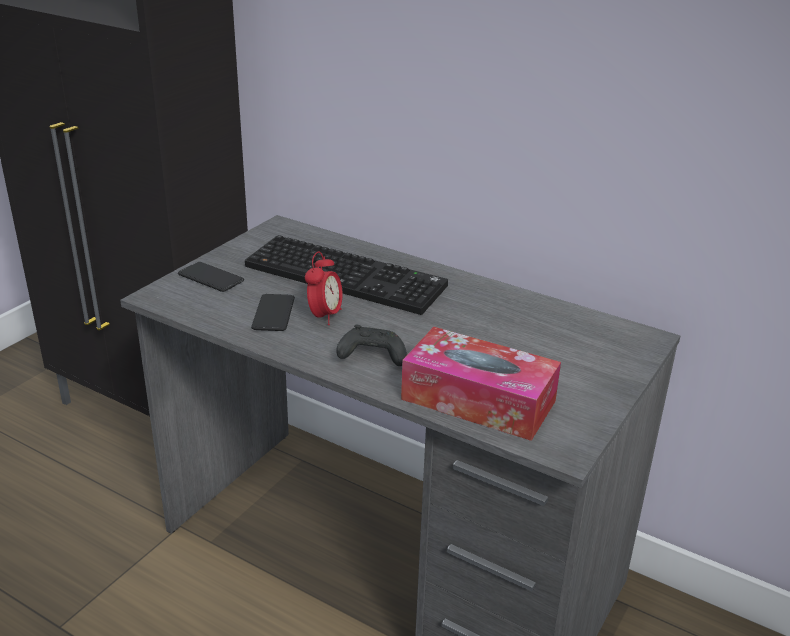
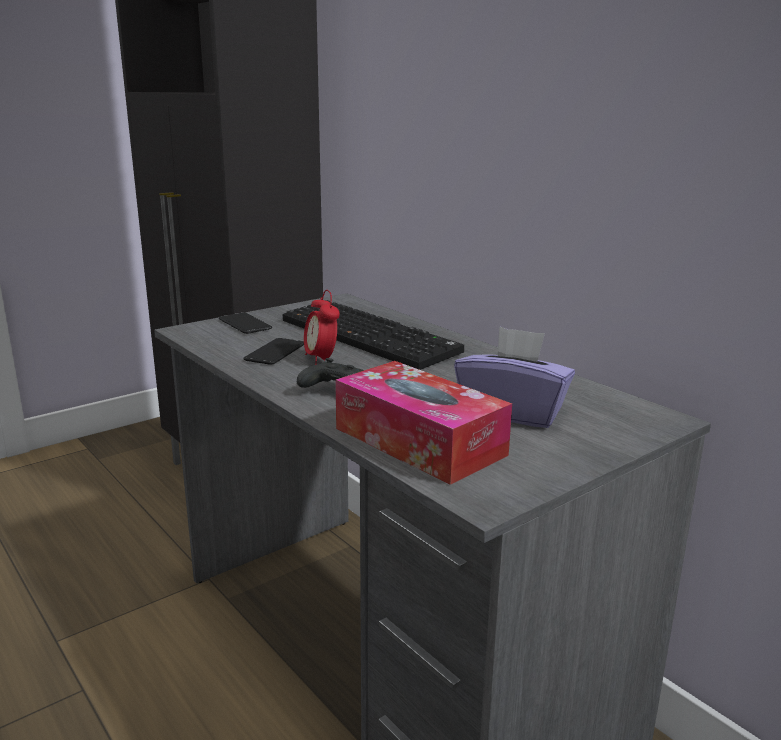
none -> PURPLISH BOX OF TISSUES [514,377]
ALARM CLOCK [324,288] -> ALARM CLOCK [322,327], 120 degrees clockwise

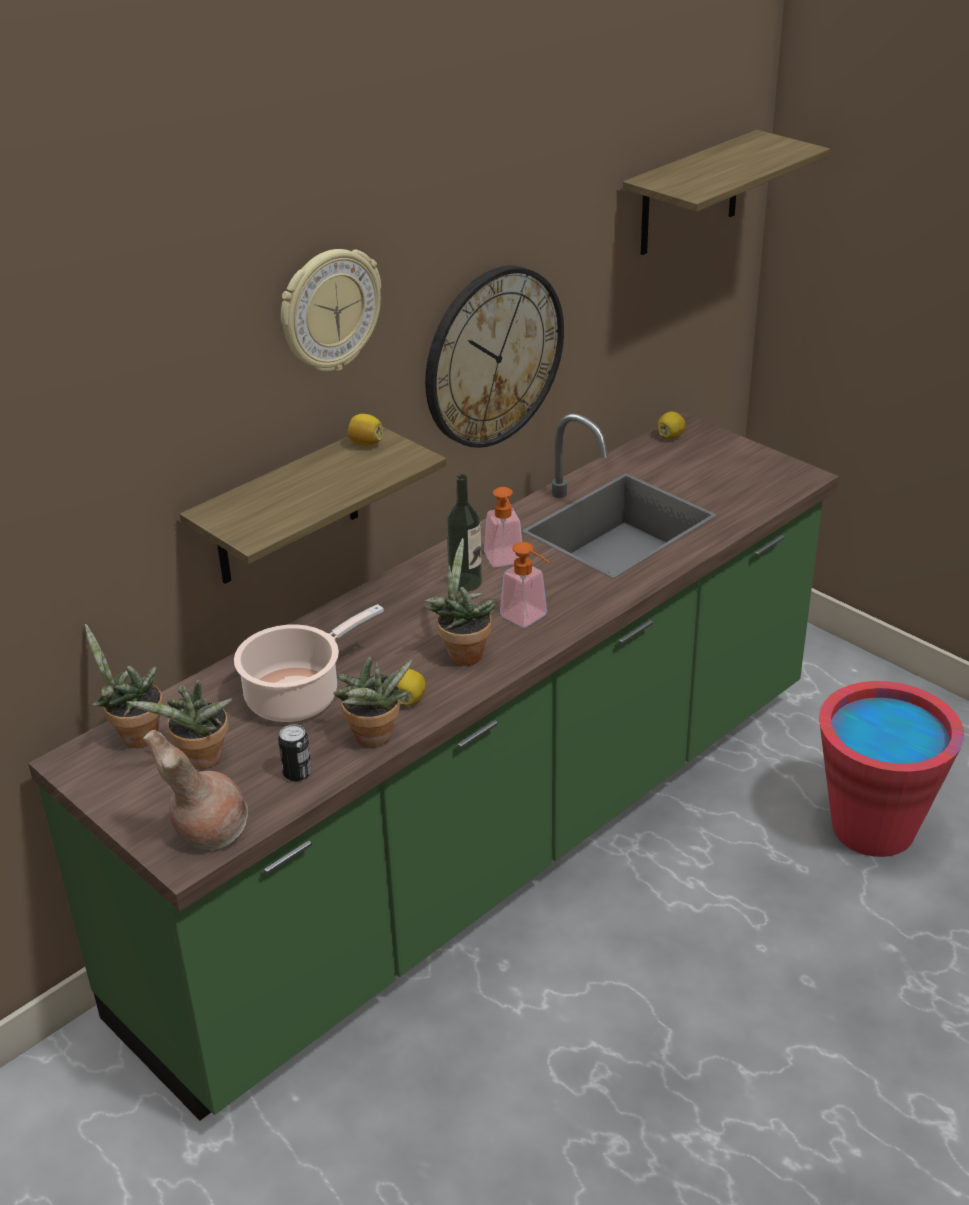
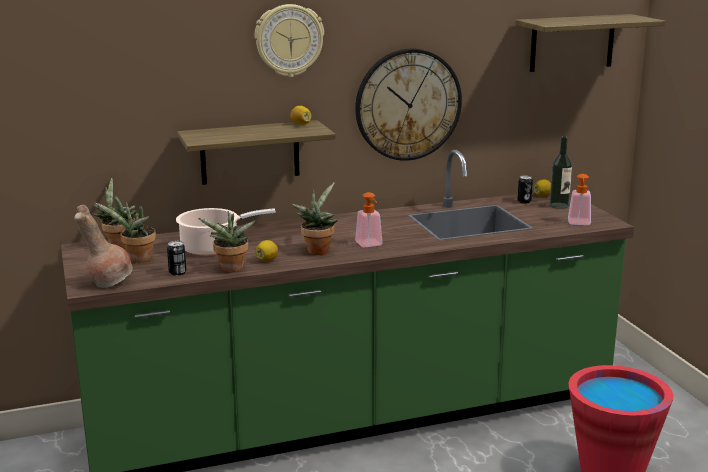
none -> METAL CAN [525,189]
DRINK BOTTLE [464,533] -> DRINK BOTTLE [560,172], shifted
SOAP BOTTLE [503,527] -> SOAP BOTTLE [579,199], shifted

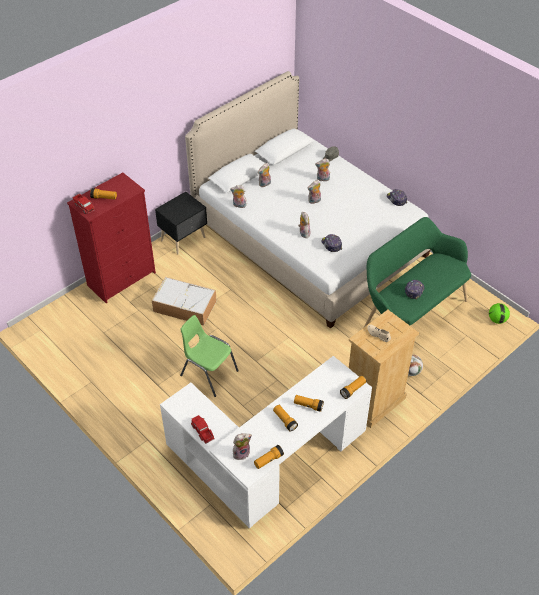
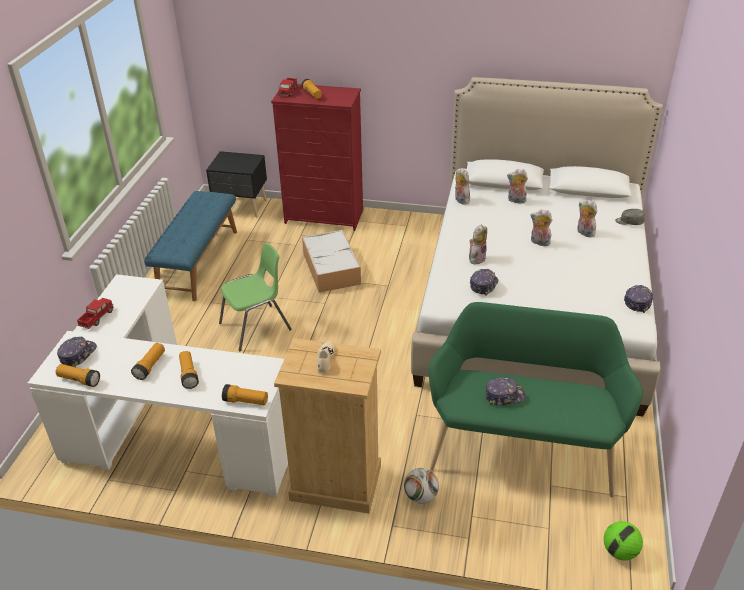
none -> BLUISH BENCH [190,246]
BLACK BEDSIDE TABLE [181,222] -> BLACK BEDSIDE TABLE [236,184], shifted
SOFT TOY [242,446] -> CAP [77,351]
GREEN-COLOURED UPRIGHT CHAIR [209,356] -> GREEN-COLOURED UPRIGHT CHAIR [255,296], 60 degrees clockwise

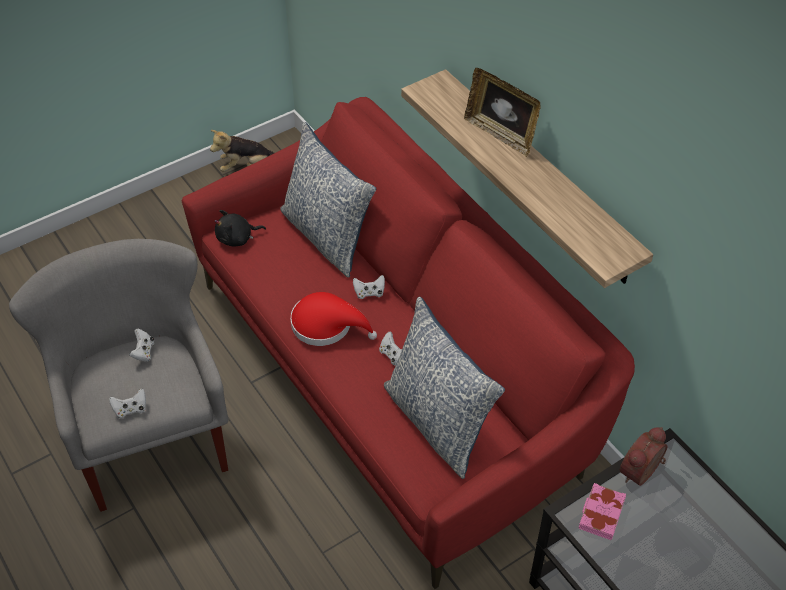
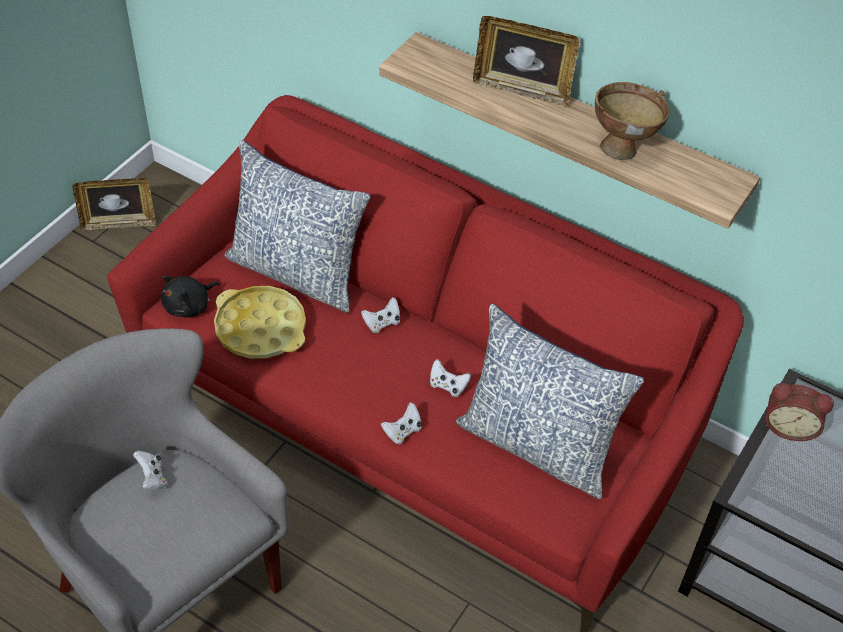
RED WEARABLE HAT [333,319] -> none
PINKISH BOOK [602,511] -> none
none -> YELLOWISH SERVING TRAY [260,322]
none -> BROWN-COLOURED DEEP DISH [632,121]
WHITE-COLOURED GAMEPAD [127,403] -> WHITE-COLOURED GAMEPAD [401,423], shifted
SOFT TOY [242,151] -> PICTURE FRAME [114,204]
ALARM CLOCK [644,456] -> ALARM CLOCK [800,412], 90 degrees counterclockwise

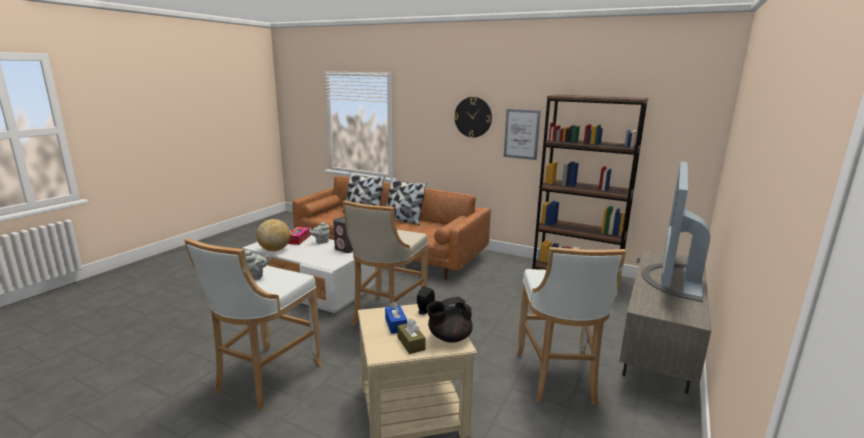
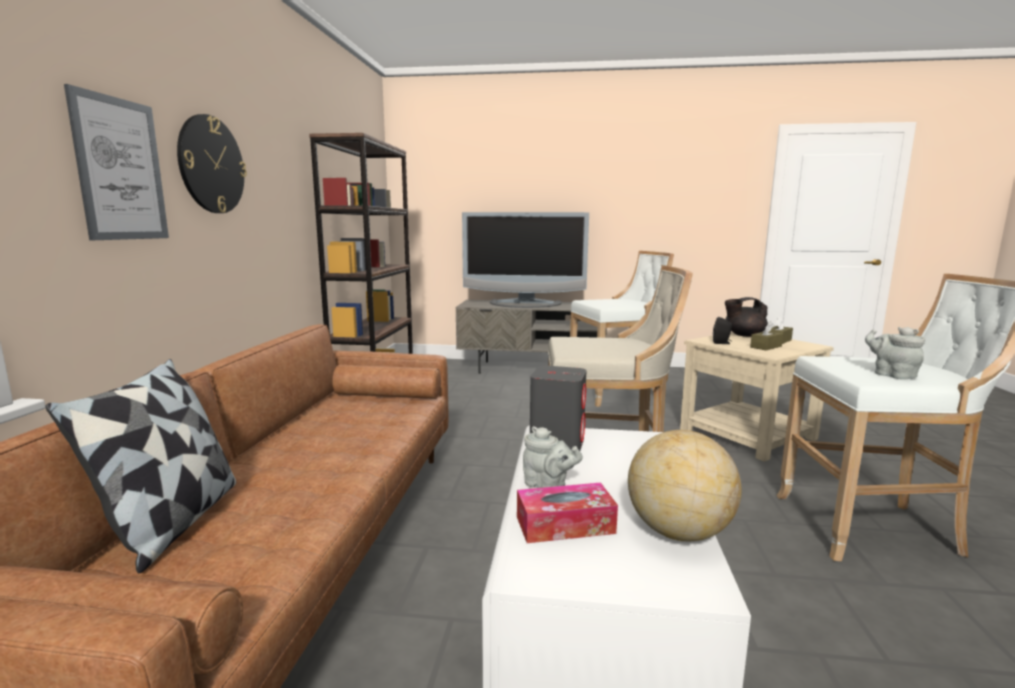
THROW PILLOW [406,201] -> none
WALL ART [522,134] -> WALL ART [116,162], shifted
BLUISH BOX OF TISSUES [396,318] -> BROWN-COLOURED BOX OF TISSUES [766,335]
BLACK TEAPOT [449,319] -> BLACK TEAPOT [746,317], 135 degrees clockwise

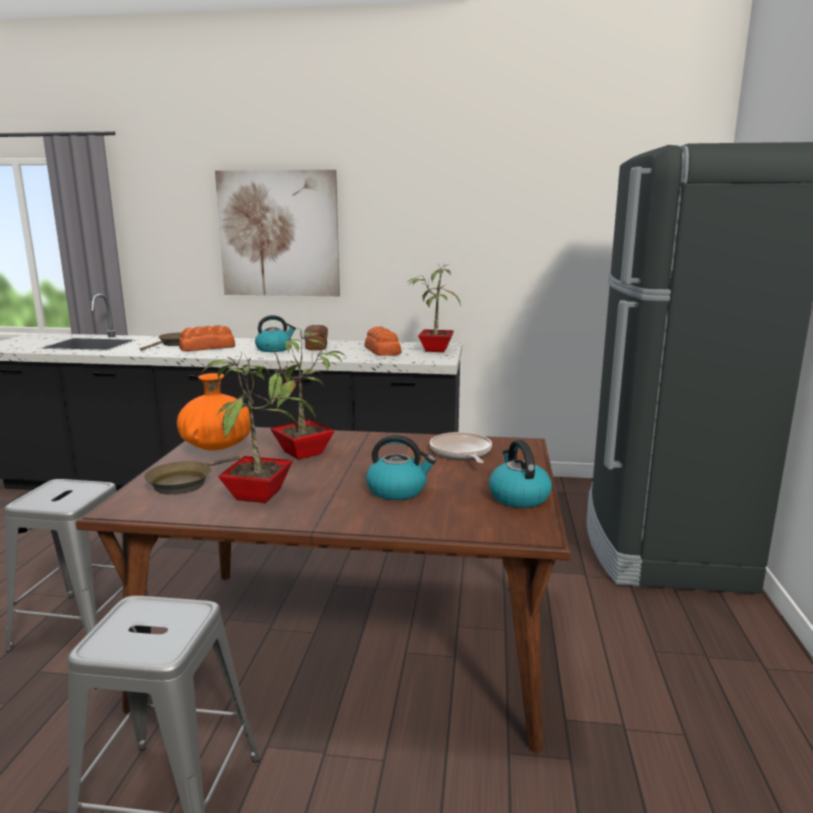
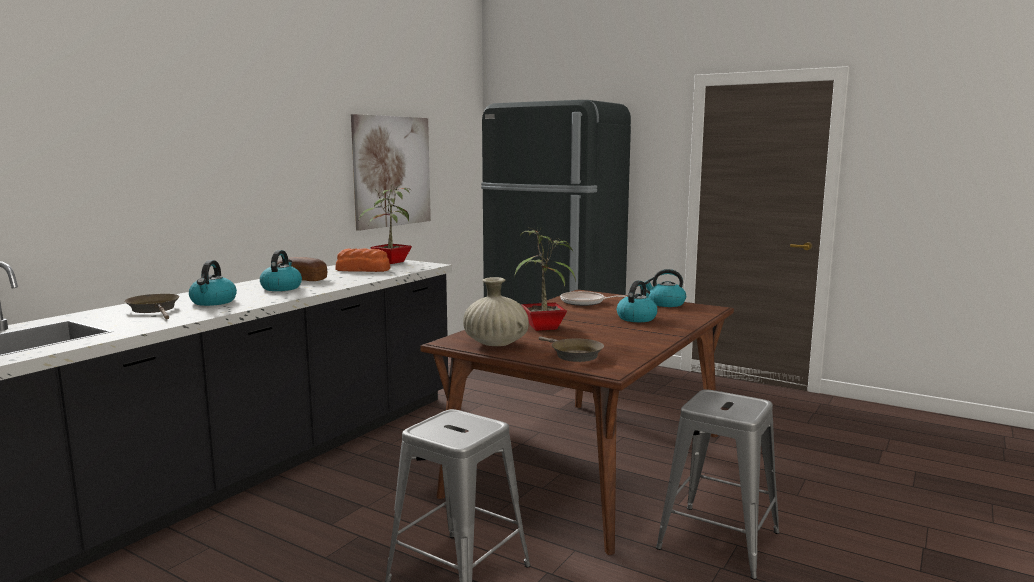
POTTED PLANT [259,428] -> none
WALL ART [277,233] -> WALL ART [391,172], shifted
BAKED BREAD [207,338] -> KETTLE [213,283]
ORANGE-COLOURED VASE [214,412] -> SAND-COLOURED VASE [496,311]

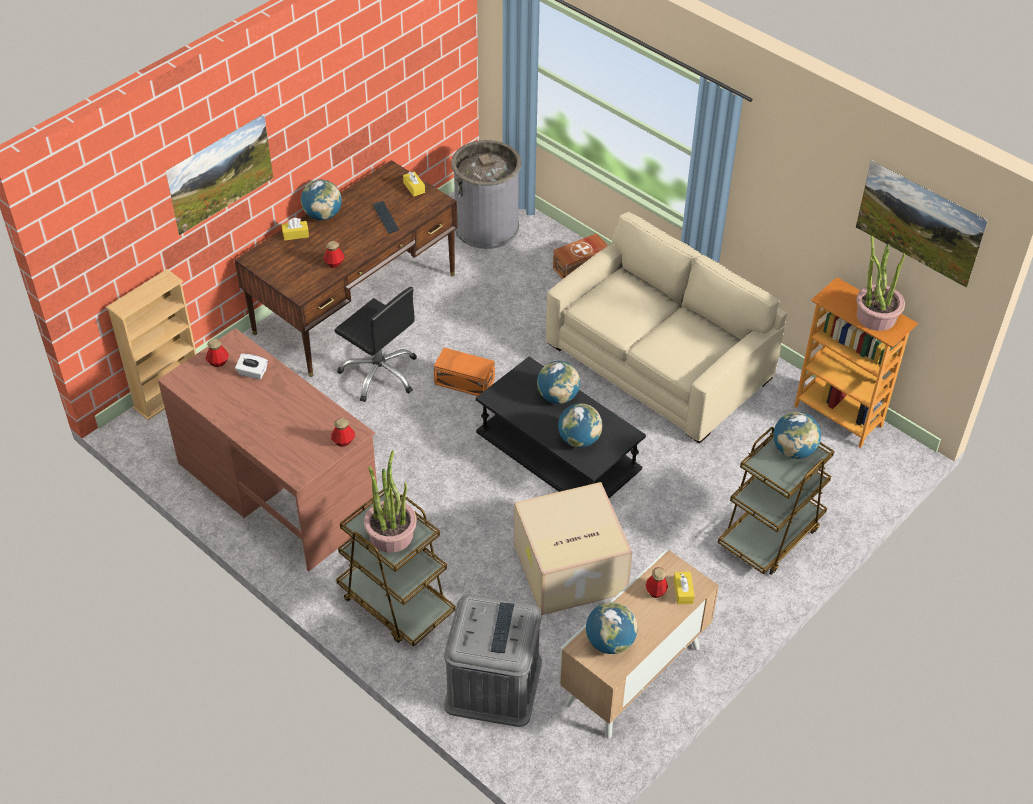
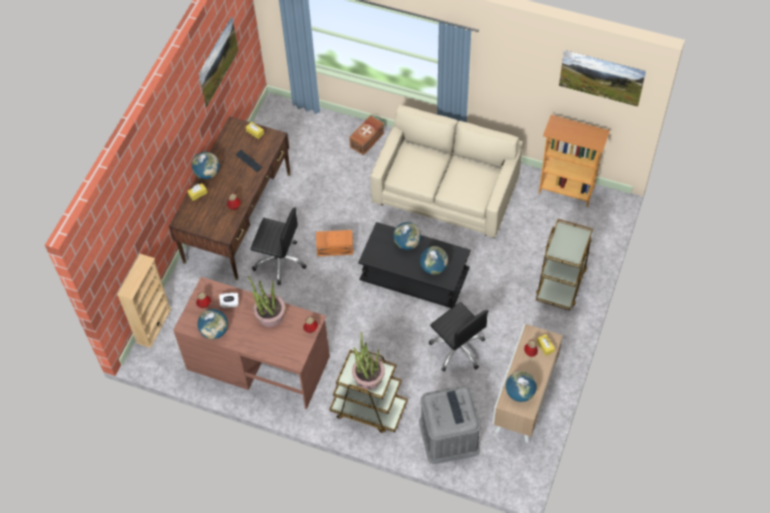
GRAY TRASH CAN [486,194] -> none
WALL ART [219,174] -> WALL ART [218,62], shifted
DESK GLOBE [797,435] -> DESK GLOBE [213,324], shifted
POTTED PLANT [880,283] -> POTTED PLANT [266,301], shifted
PACKING BOX [573,548] -> BLACK DESK CHAIR [458,337]

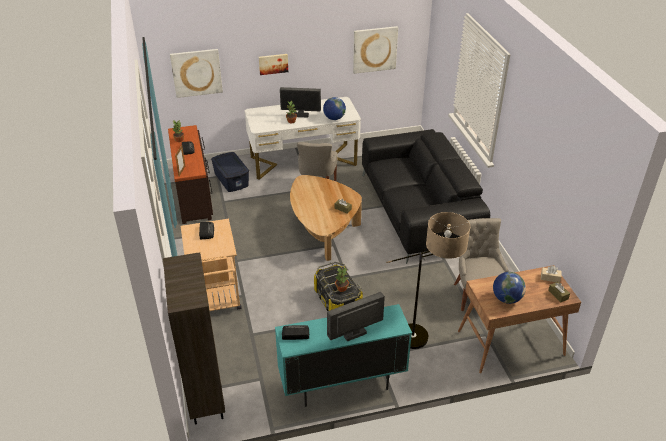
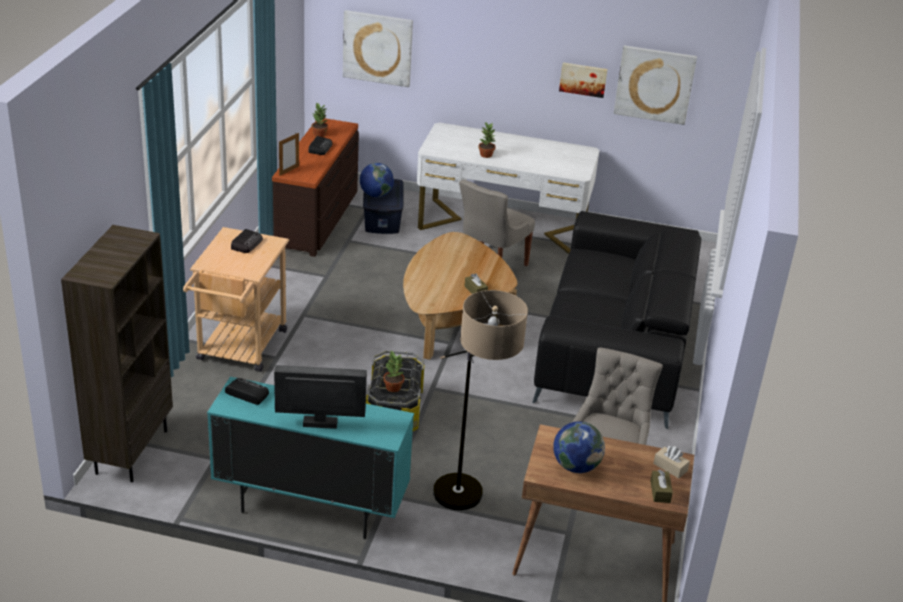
COMPUTER DISPLAY [300,102] -> none
WALL ART [273,64] -> WALL ART [583,80], shifted
DESK GLOBE [334,108] -> DESK GLOBE [377,180], shifted

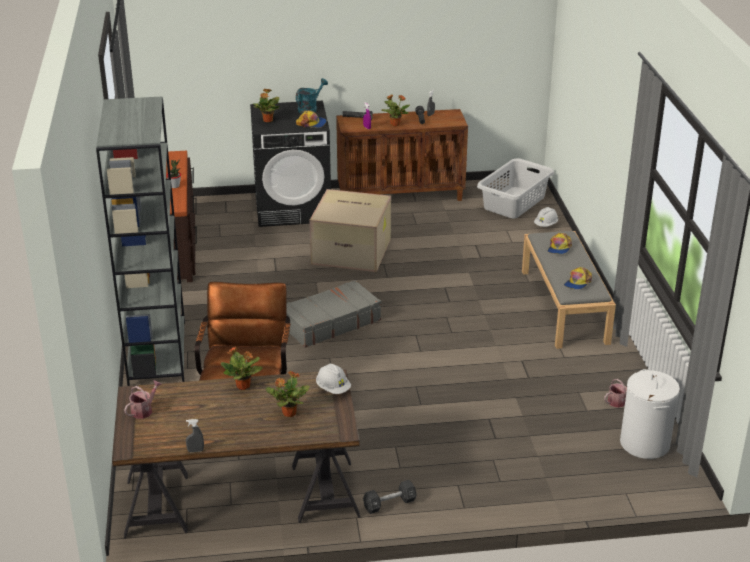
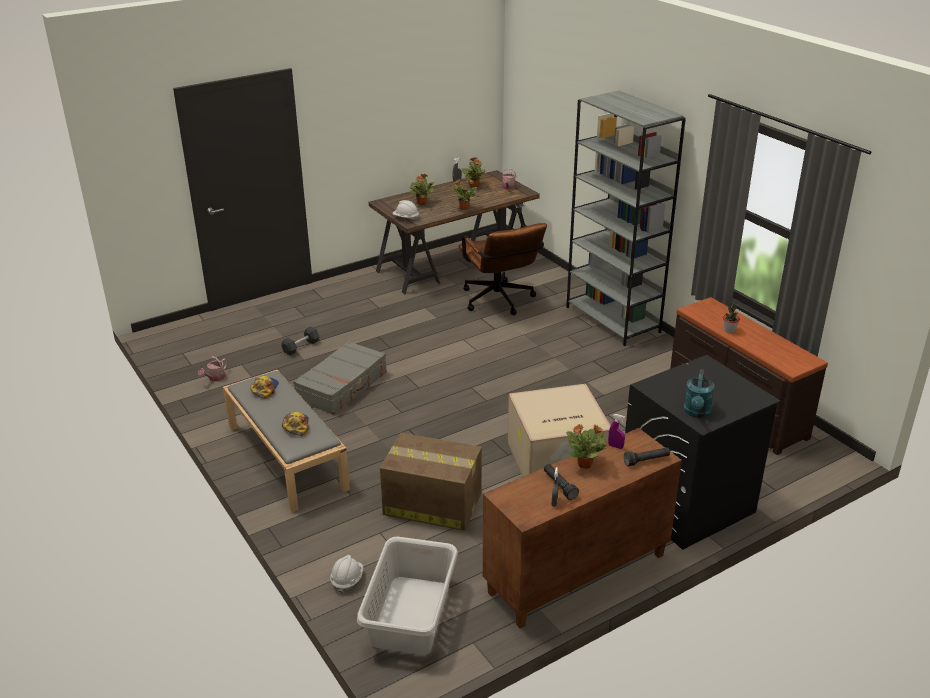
CAP [311,119] -> none
WHITE-COLOURED LAUNDRY BASKET [650,414] -> none
none -> PACKING BOX [431,482]
POTTED PLANT [267,105] -> POTTED PLANT [473,172], shifted
GRAY PIECE OF LUGGAGE [333,314] -> GRAY PIECE OF LUGGAGE [340,378], shifted
BLACK DUMBBELL [390,497] -> BLACK DUMBBELL [300,340], shifted

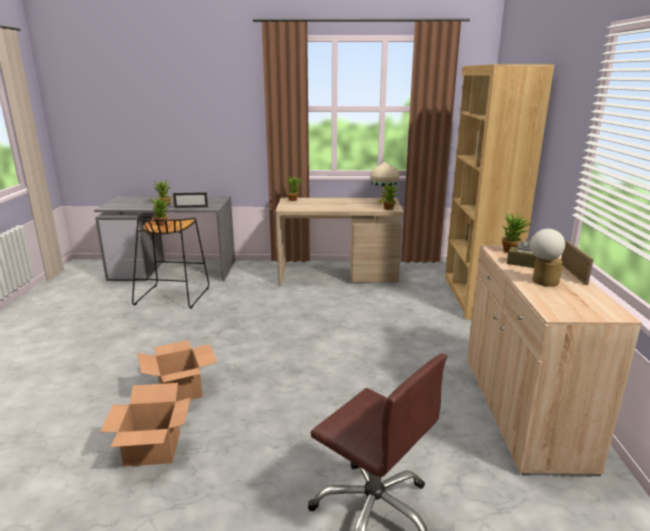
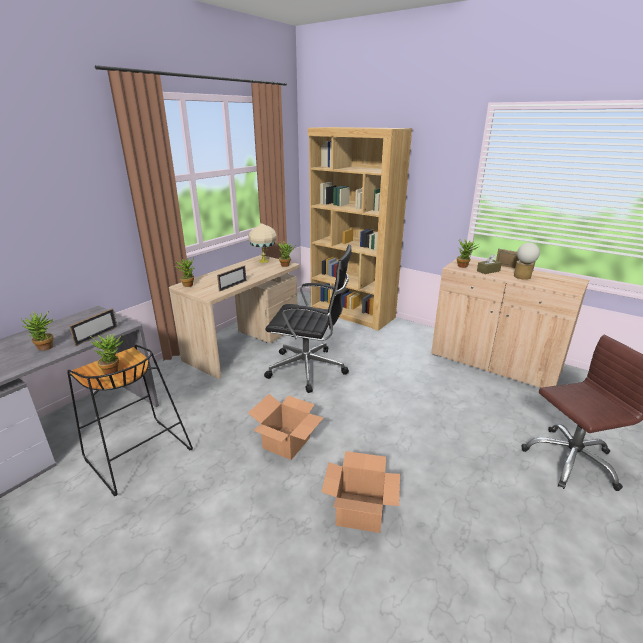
none -> PICTURE FRAME [231,278]
none -> BLACK DESK CHAIR [308,319]
PACKING BOX [145,425] -> PACKING BOX [285,427], shifted

